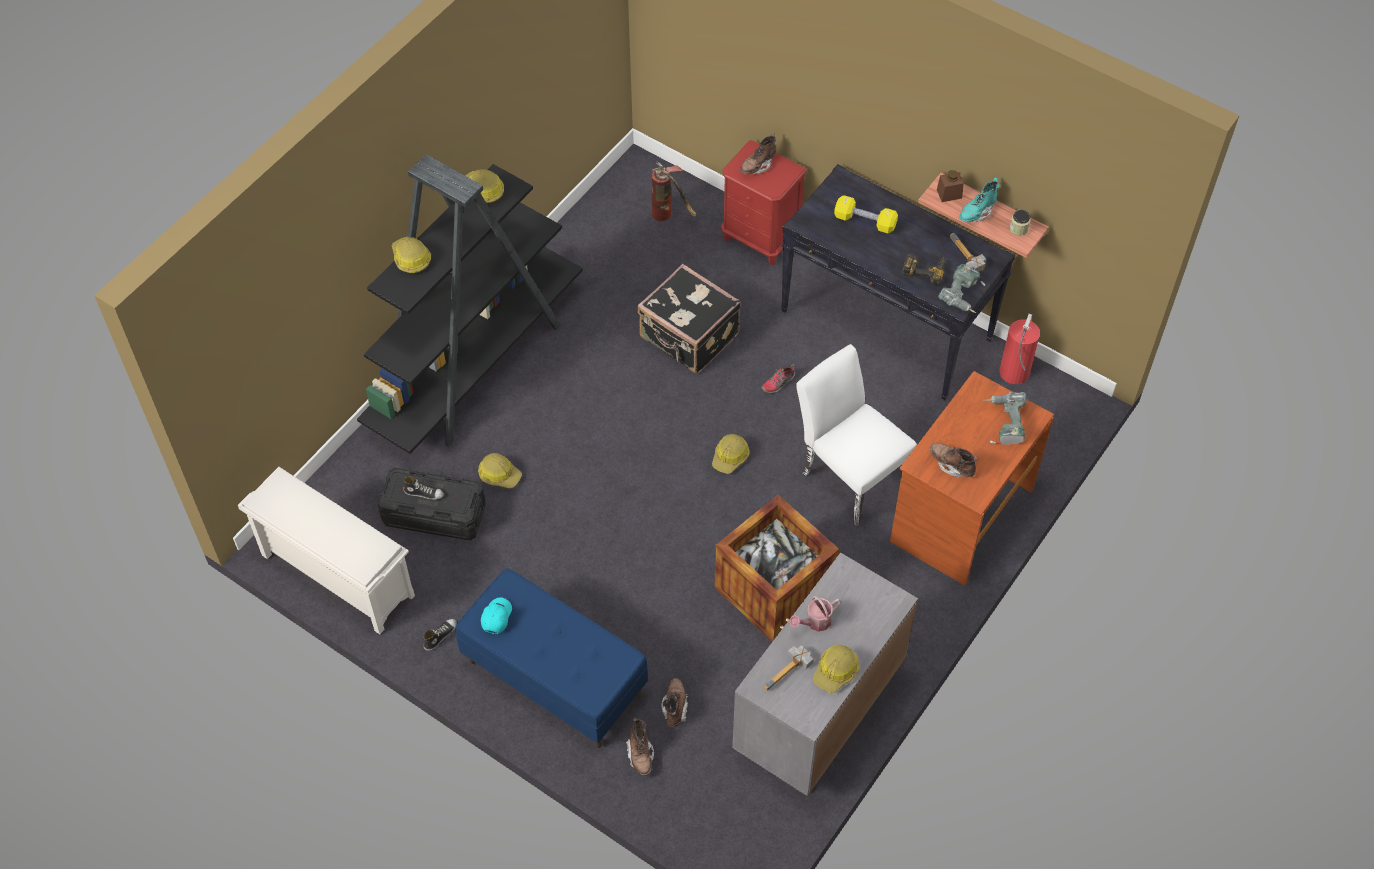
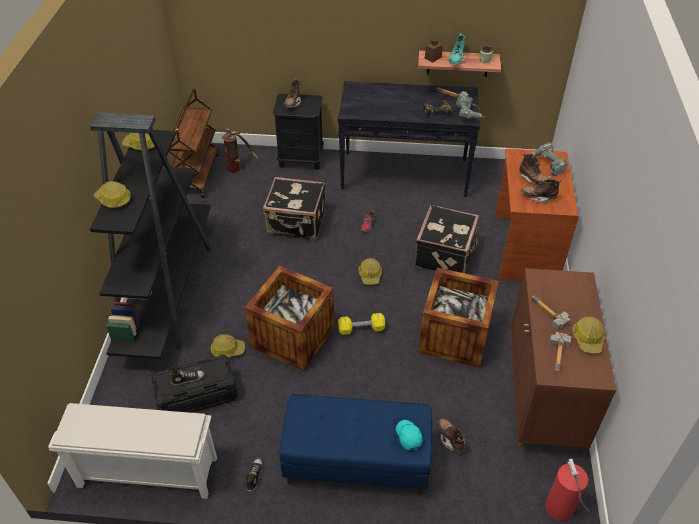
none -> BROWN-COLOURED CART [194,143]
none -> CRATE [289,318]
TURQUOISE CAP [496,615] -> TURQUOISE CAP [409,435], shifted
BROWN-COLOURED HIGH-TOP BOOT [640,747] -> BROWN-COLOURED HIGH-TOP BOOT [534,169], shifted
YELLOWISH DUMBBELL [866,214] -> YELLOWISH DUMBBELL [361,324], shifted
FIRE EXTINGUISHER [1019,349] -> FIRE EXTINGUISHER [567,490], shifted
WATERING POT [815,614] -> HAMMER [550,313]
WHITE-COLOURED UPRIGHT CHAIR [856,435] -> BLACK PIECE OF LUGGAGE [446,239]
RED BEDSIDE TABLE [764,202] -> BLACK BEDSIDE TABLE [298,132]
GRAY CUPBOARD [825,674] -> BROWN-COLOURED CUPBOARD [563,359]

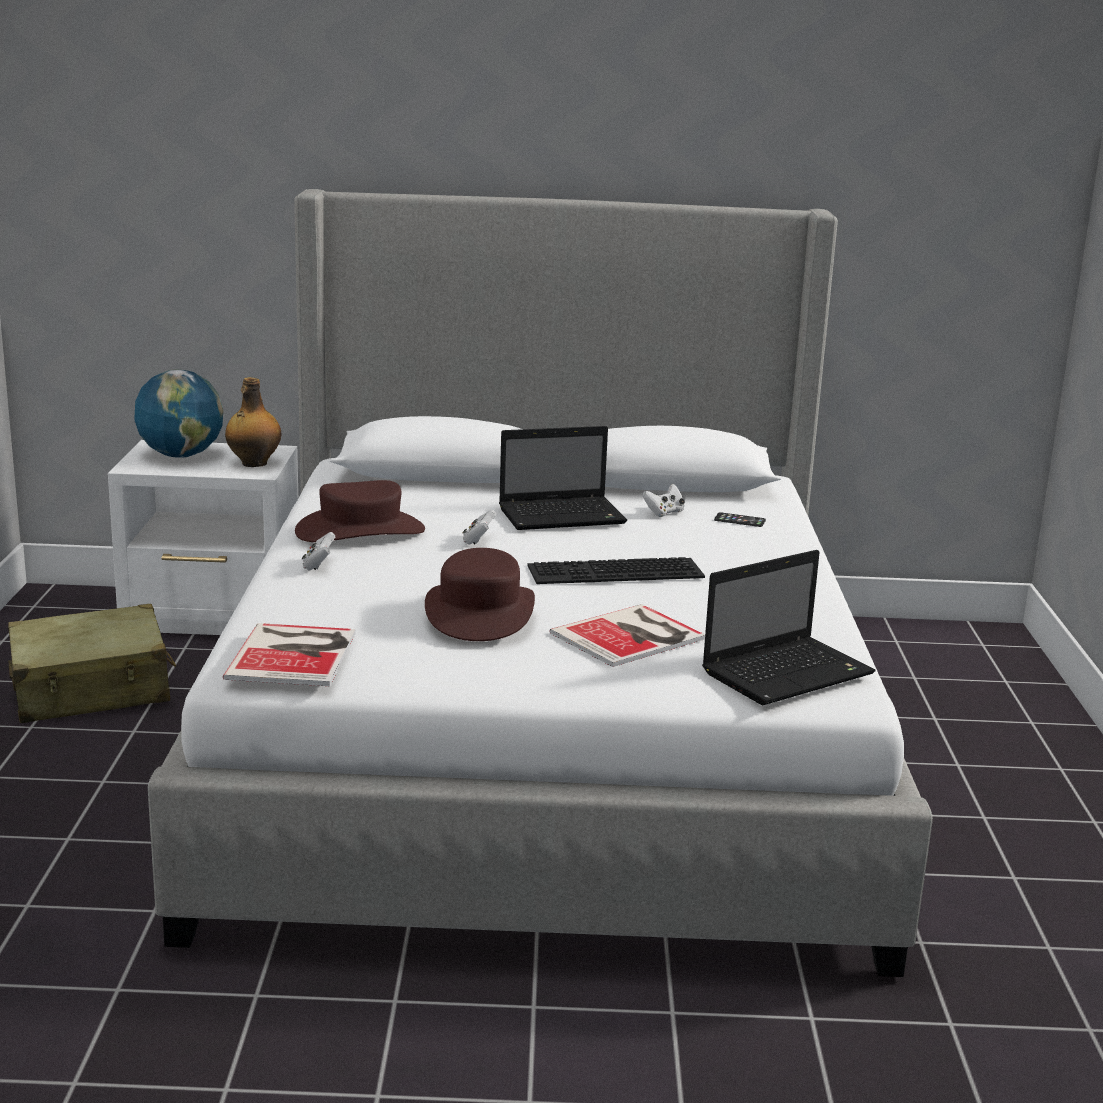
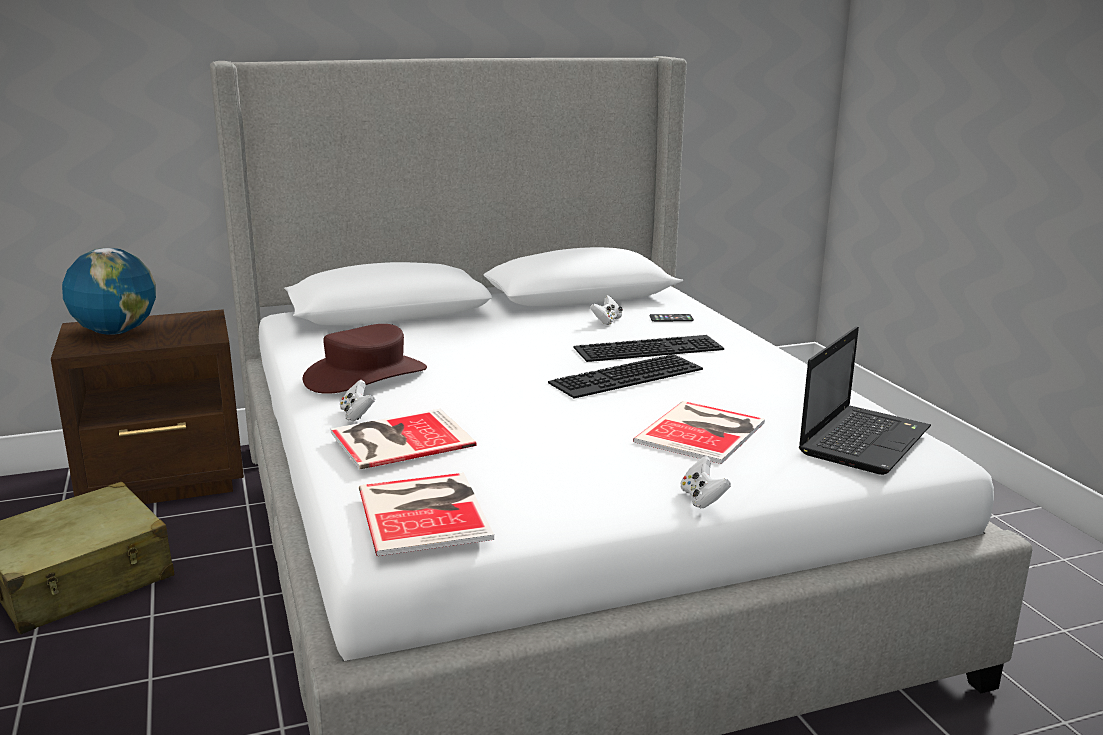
DRINK BOTTLE [253,422] -> none
BROWN-COLOURED WEARABLE HAT [480,594] -> none
PORTABLE COMPUTER [563,478] -> none
none -> BOOK [404,439]
none -> COMPUTER KEYBOARD [649,348]
WHITE-COLOURED GAMEPAD [479,527] -> WHITE-COLOURED GAMEPAD [705,482], shifted
WHITE-COLOURED BEDSIDE TABLE [203,537] -> BROWN-COLOURED BEDSIDE TABLE [147,406]

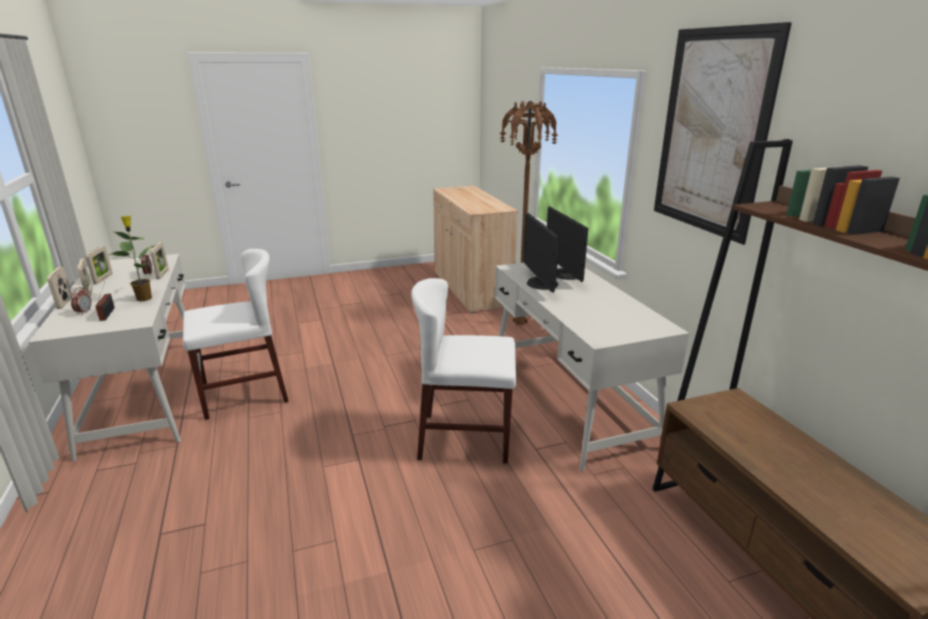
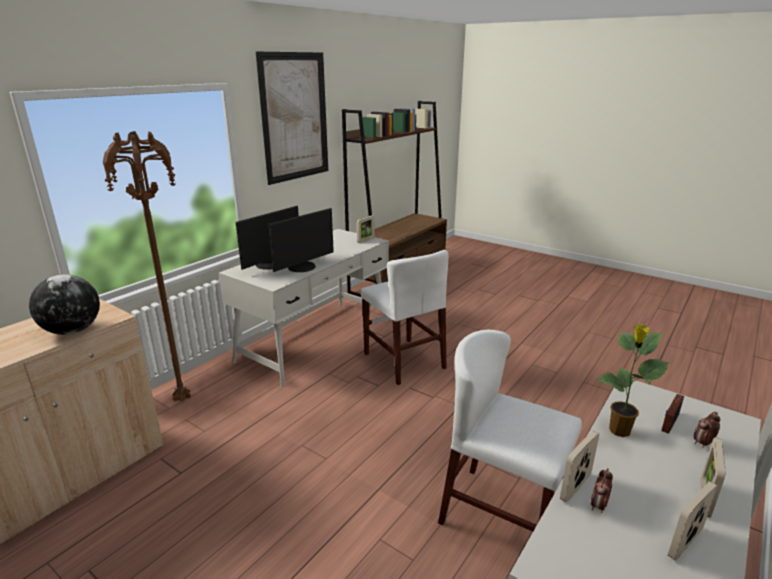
none -> DESK GLOBE [64,304]
PICTURE FRAME [59,288] -> PICTURE FRAME [366,229], shifted

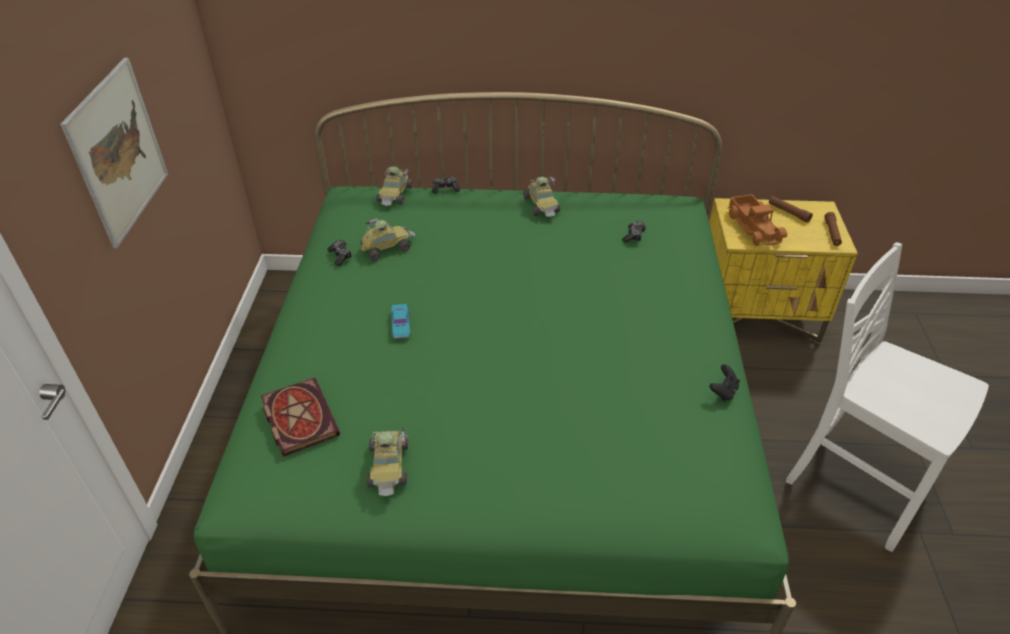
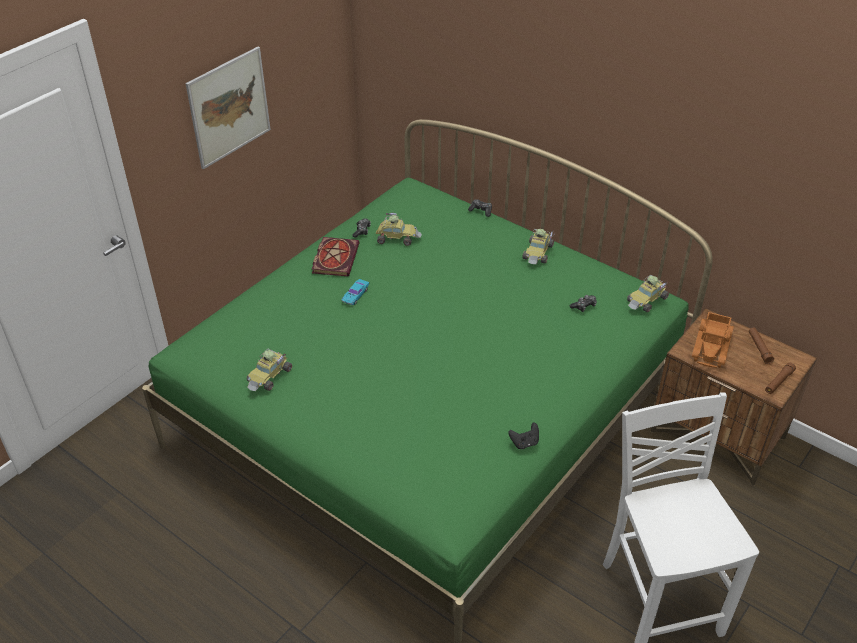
BOOK [300,417] -> BOOK [336,256], shifted
TOY CAR [394,186] -> TOY CAR [648,293], shifted
YELLOWISH BEDSIDE TABLE [783,271] -> BROWN-COLOURED BEDSIDE TABLE [734,397]

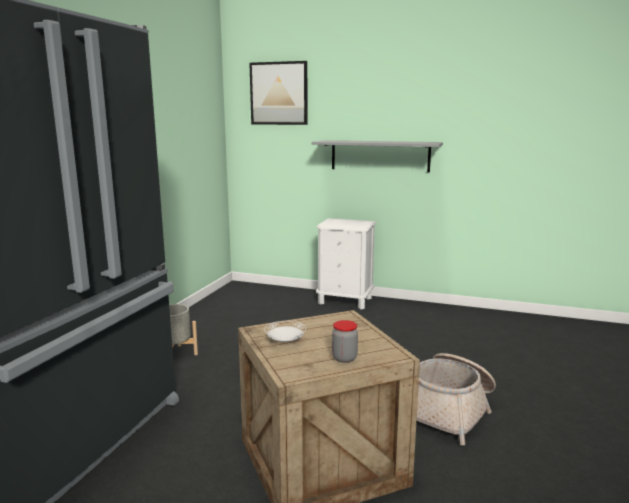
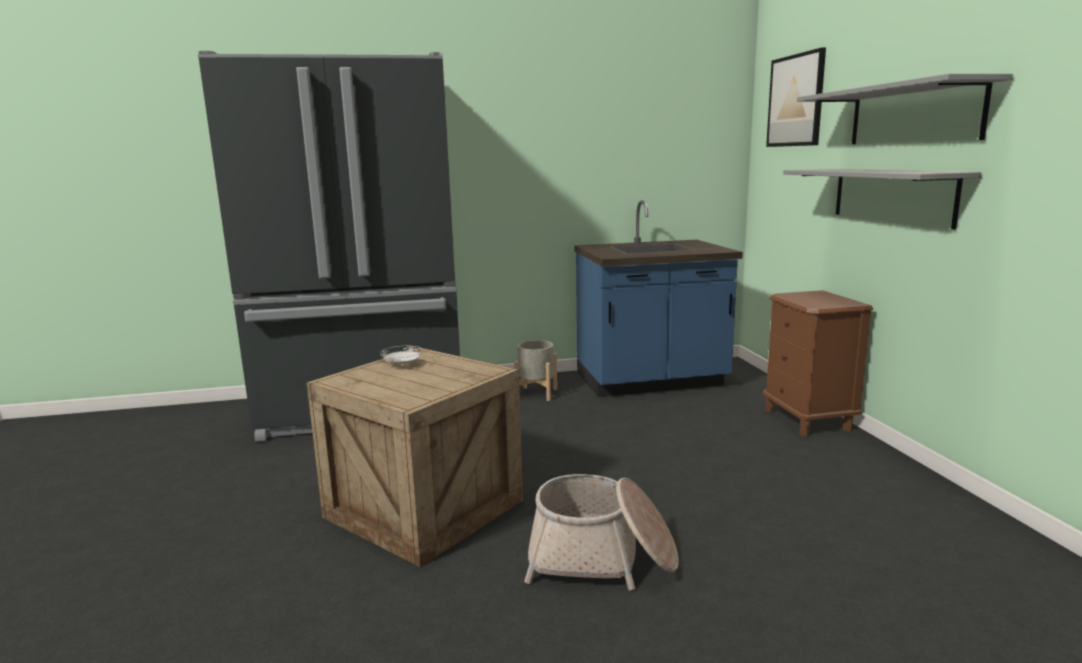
PRESERVE JAR [345,341] -> none
none -> BLUISH COUNTER [658,298]
none -> GRAY WALL SHELF [905,109]
WHITE-COLOURED BEDSIDE TABLE [346,263] -> BROWN-COLOURED BEDSIDE TABLE [818,363]

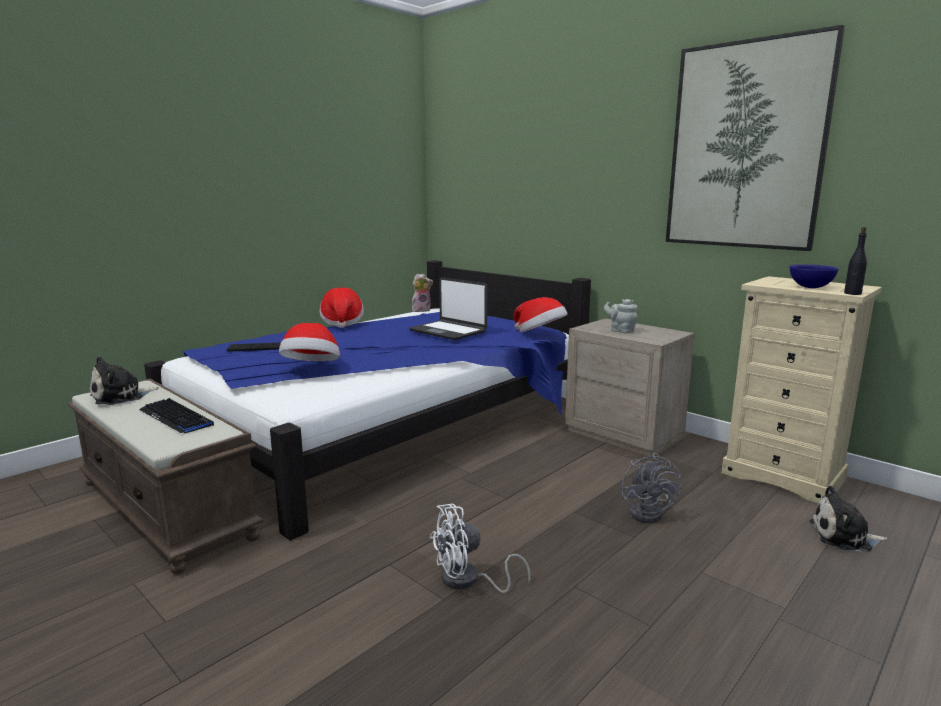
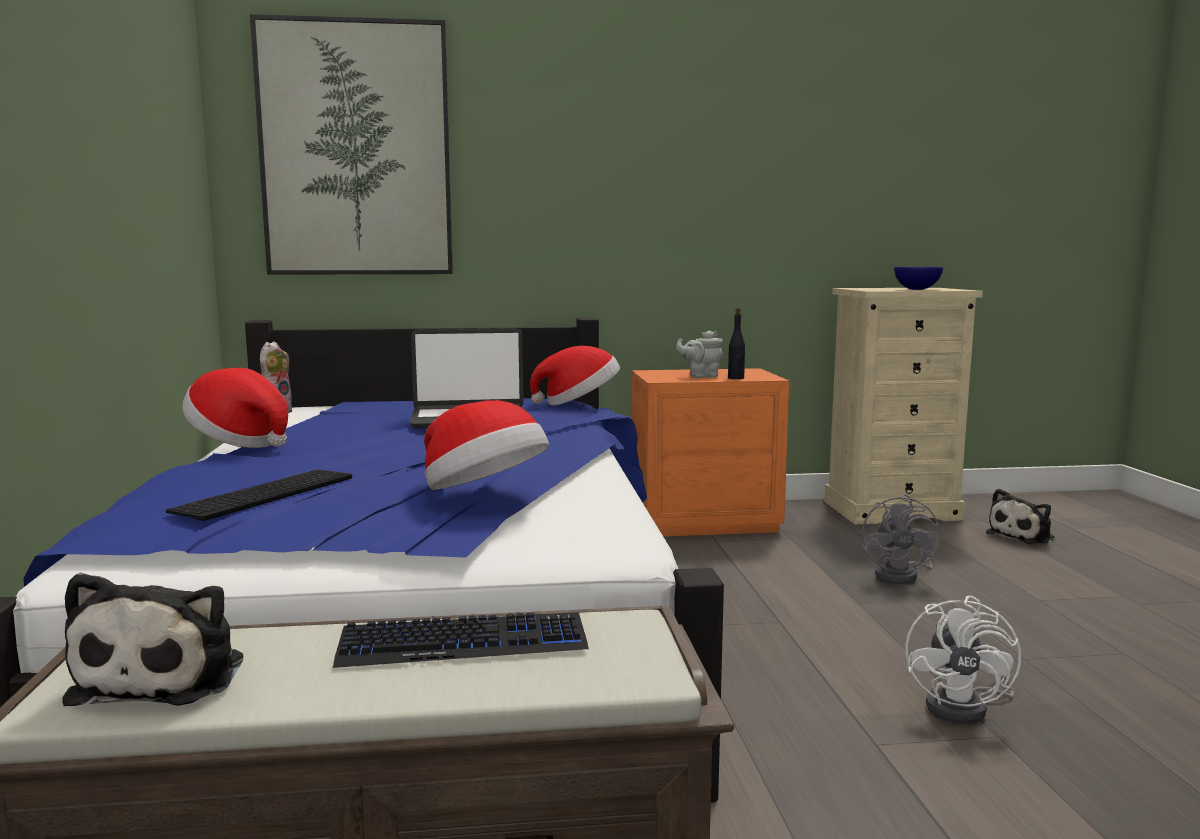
WALL ART [755,138] -> WALL ART [351,144], shifted
BLACK DRINK BOTTLE [855,261] -> BLACK DRINK BOTTLE [736,343], shifted
SAND-COLOURED BEDSIDE TABLE [630,387] -> ORANGE-COLOURED BEDSIDE TABLE [711,452]
GRAY ELECTRIC FAN [651,488] -> GRAY ELECTRIC FAN [901,539], 60 degrees clockwise

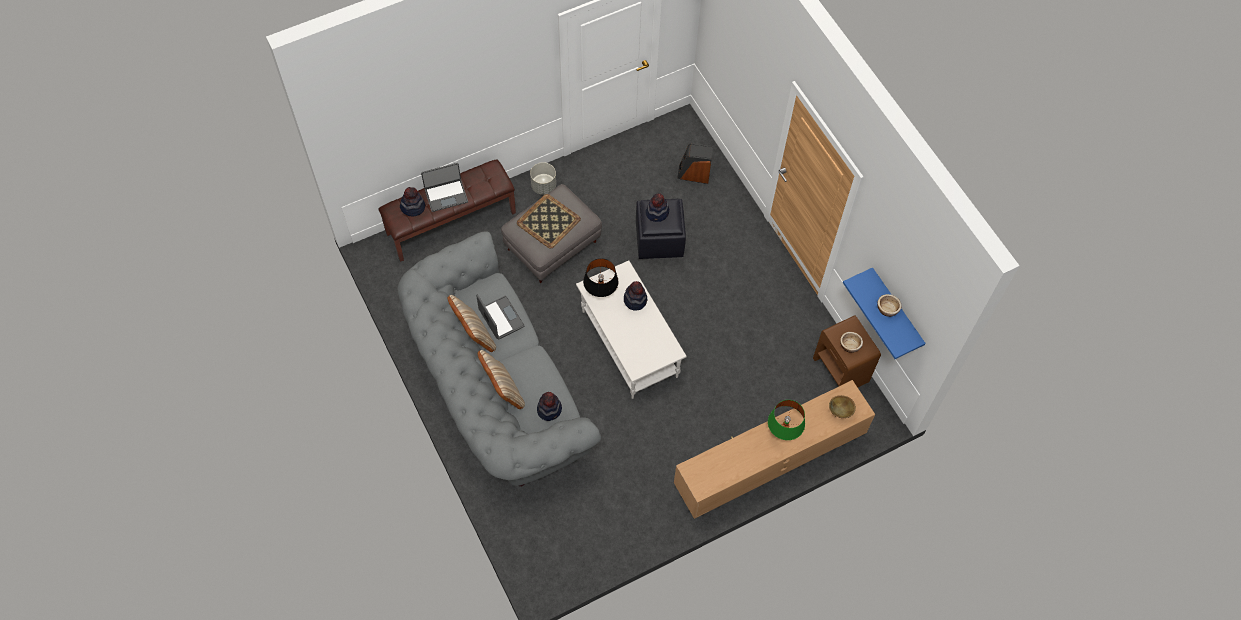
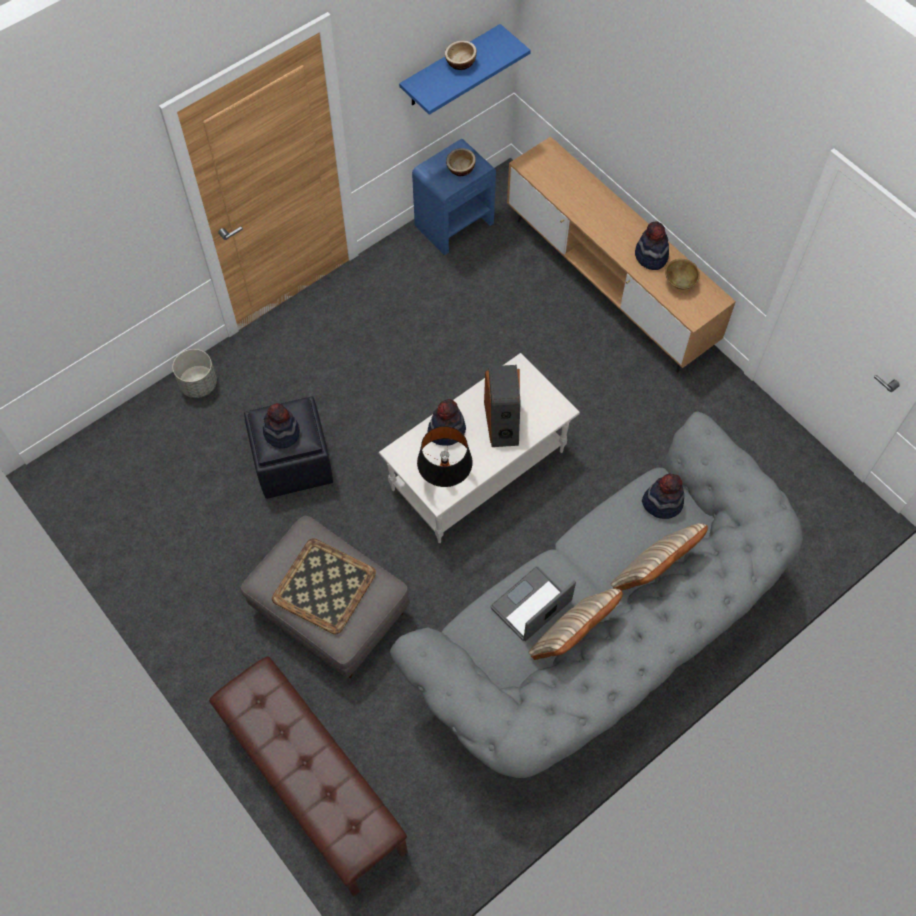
PORTABLE COMPUTER [444,187] -> none
GREEN-COLOURED TABLE LAMP [786,420] -> none
WEARABLE HAT [412,201] -> WEARABLE HAT [652,245], shifted
GRAY PLANT POT [543,178] -> GRAY PLANT POT [194,373], shifted
LOUDSPEAKER [695,164] -> LOUDSPEAKER [502,406], shifted
BROWN-COLOURED DEEP DISH [842,406] -> BROWN-COLOURED DEEP DISH [682,274], shifted
BROWN-COLOURED BEDSIDE TABLE [847,351] -> BLUISH BEDSIDE TABLE [454,197]

